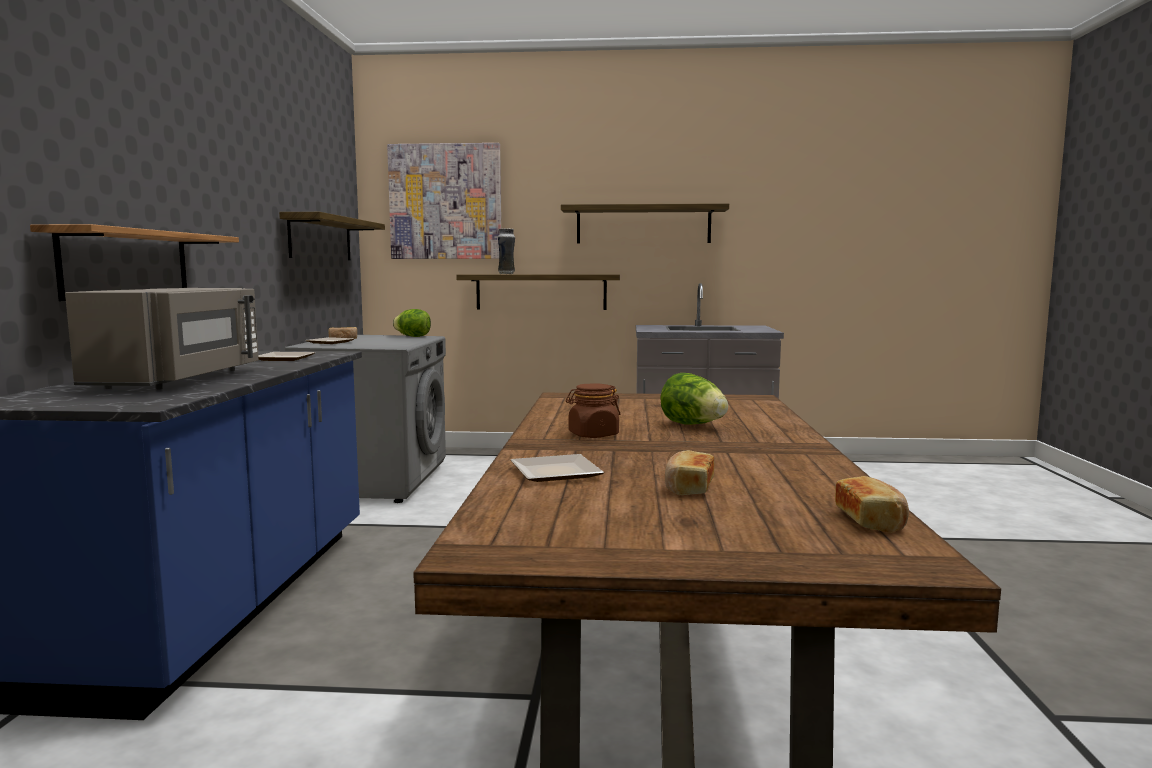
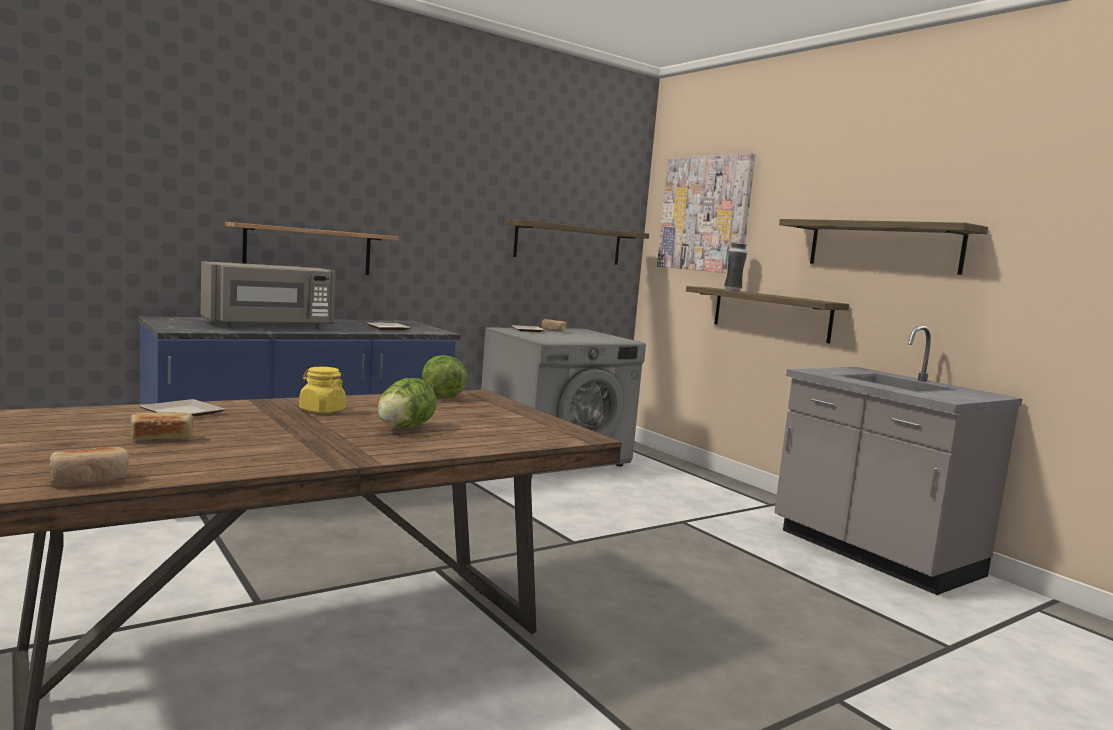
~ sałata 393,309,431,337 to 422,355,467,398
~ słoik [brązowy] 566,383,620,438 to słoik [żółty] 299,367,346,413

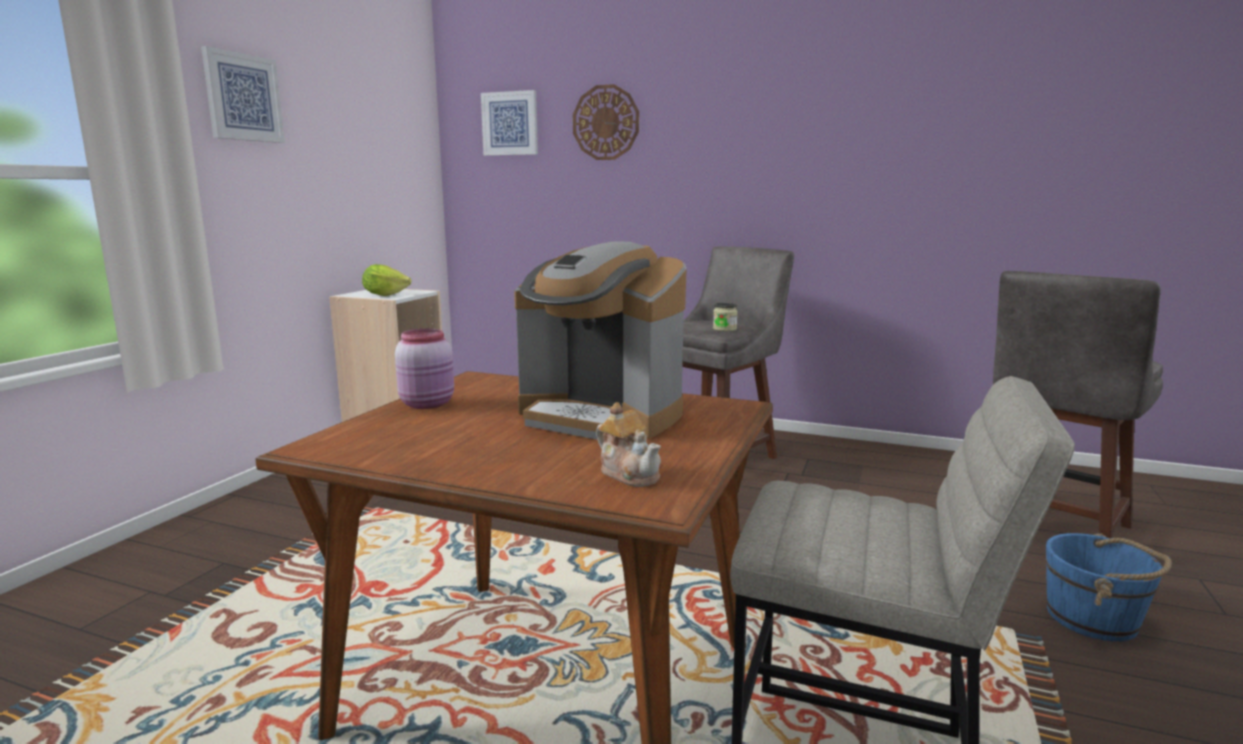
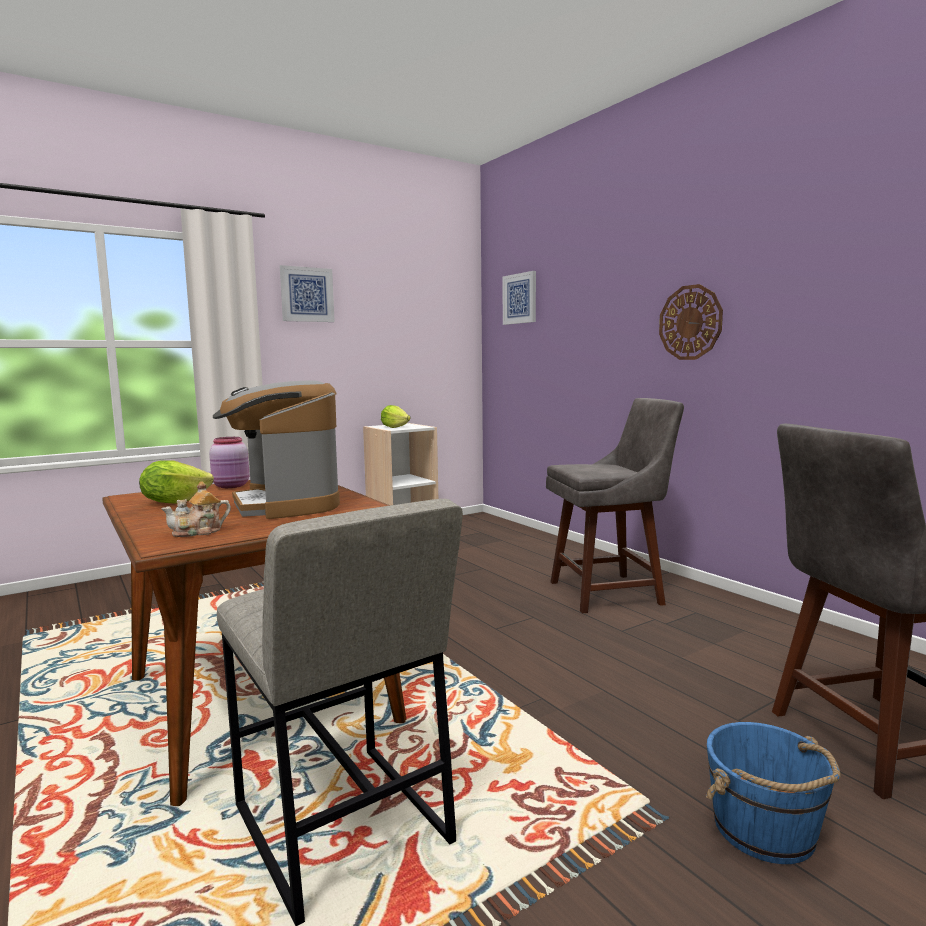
- słoik 713,303,738,331
+ sałata 139,460,214,504
~ zegar ścienny 573,84,639,160 to 659,284,723,360
~ imbryk 596,402,661,487 = 161,481,231,537 60 degrees clockwise

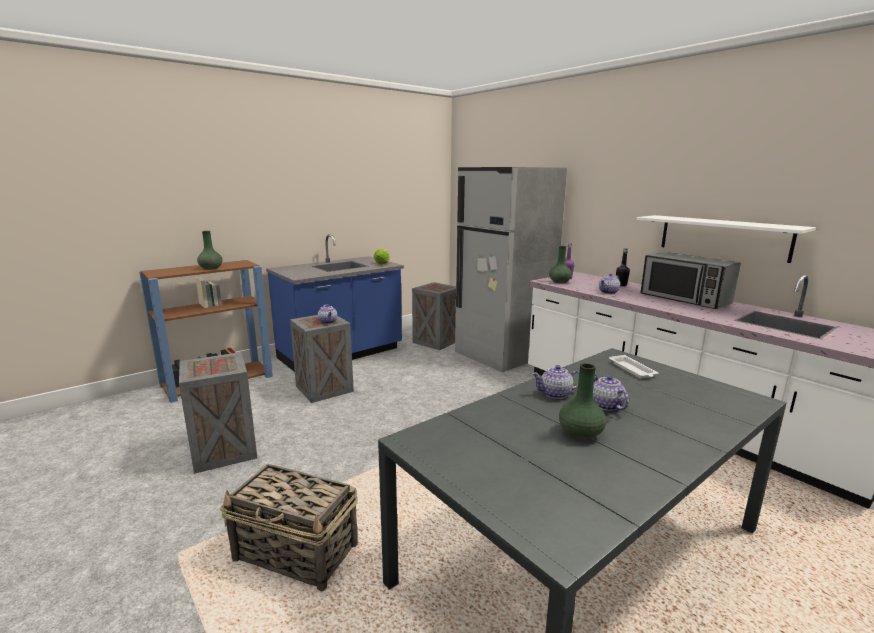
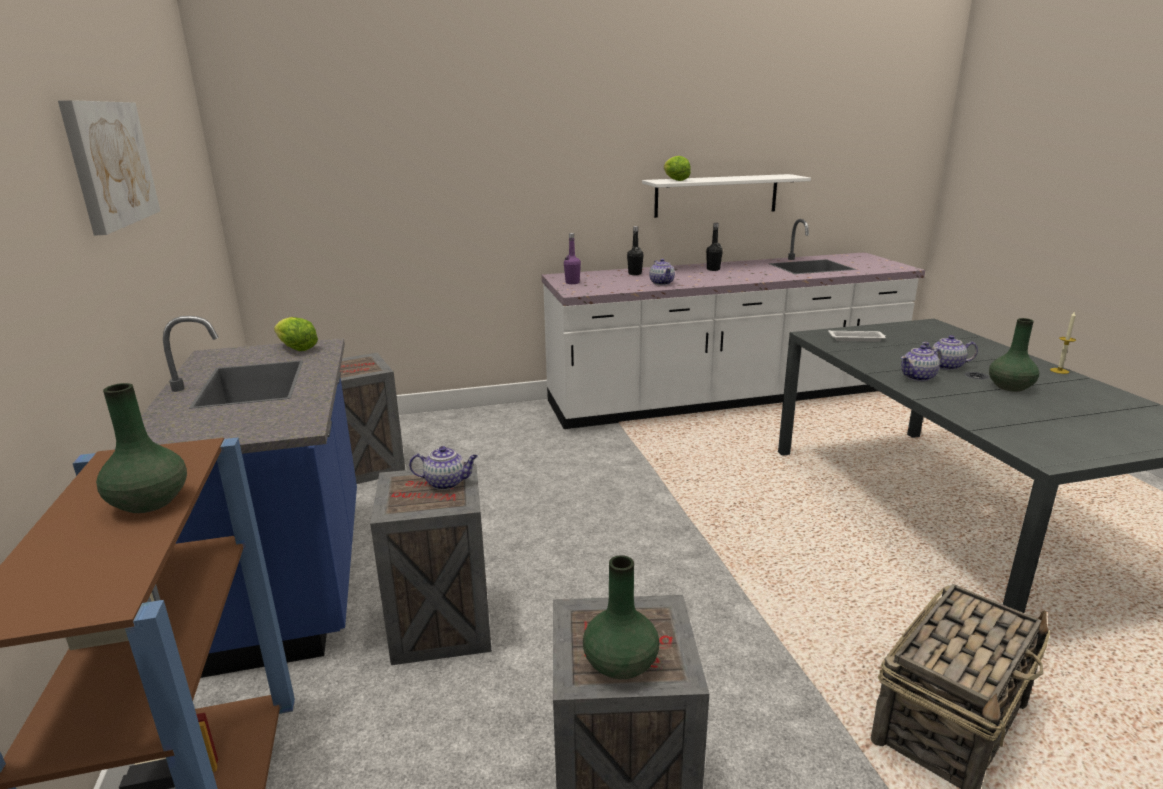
- lodówka [szary] 455,167,567,372
+ obraz 58,100,160,236
+ sałata 664,156,691,181
+ świeca 1050,311,1076,374
~ wazon [zielony] 549,246,572,283 to 583,555,659,679
~ mikrofalówka 640,252,741,309 to butelka [czarny] 706,223,723,271
~ imbryk 532,365,579,399 = 901,345,941,381 45 degrees clockwise

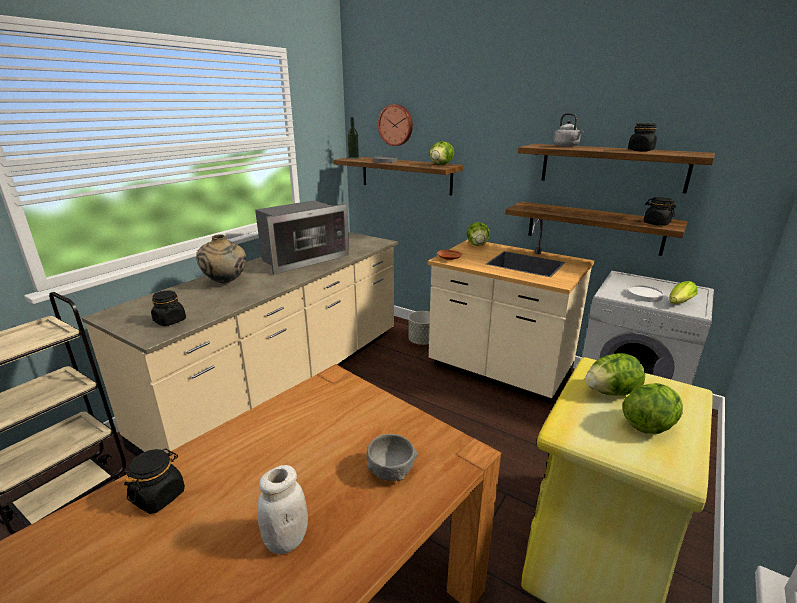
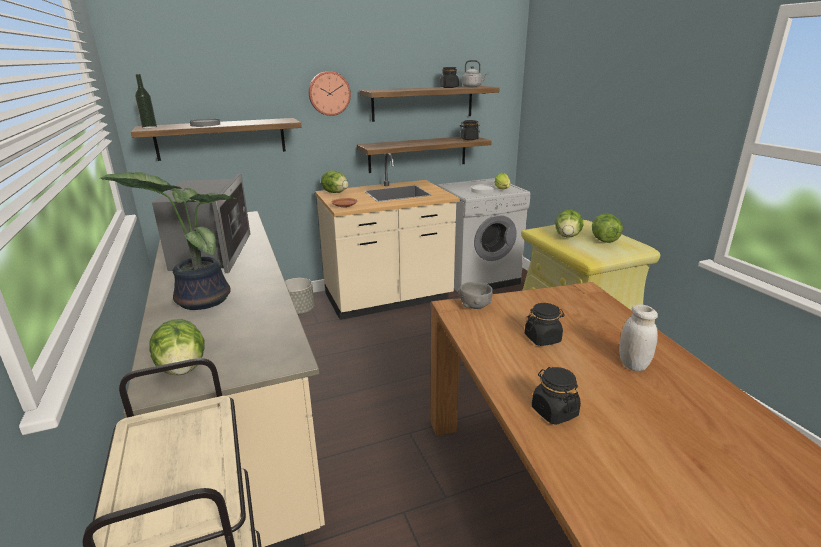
~ słoik [czarny] 151,291,186,326 to 525,303,564,346
~ miska [szary] 366,434,417,482 to 458,282,493,309
~ zegar ścienny 378,104,413,146 to 309,71,351,116
~ sałata 429,141,454,165 to 149,319,205,375
~ czajnik [szary] 554,113,584,147 to 462,60,489,87
~ wazon [beżowy] 196,235,246,284 to roślina doniczkowa 100,172,237,310

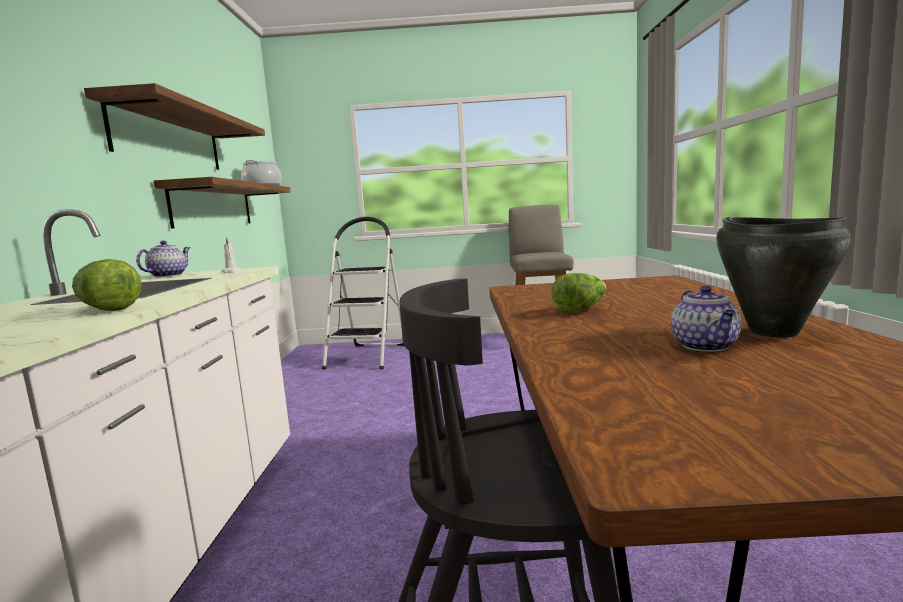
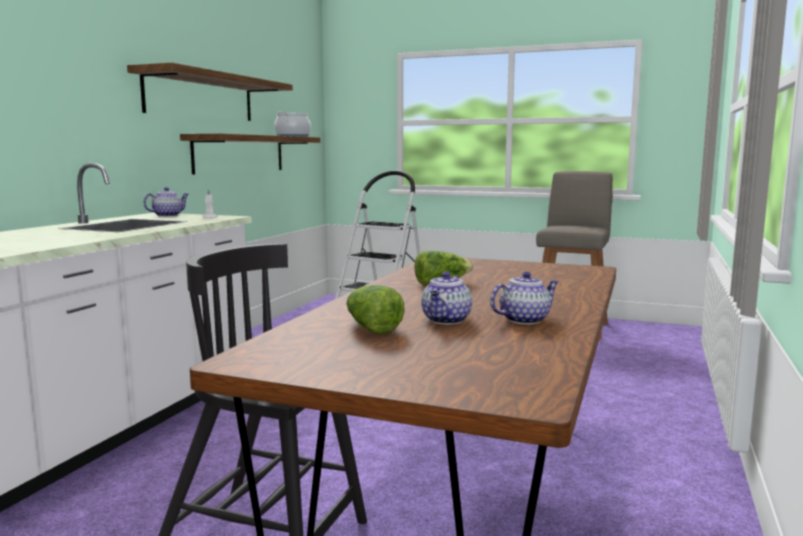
~ sałata 72,259,142,311 to 347,285,405,335
~ garnek [czarny] 716,217,851,338 to imbryk 490,272,559,325

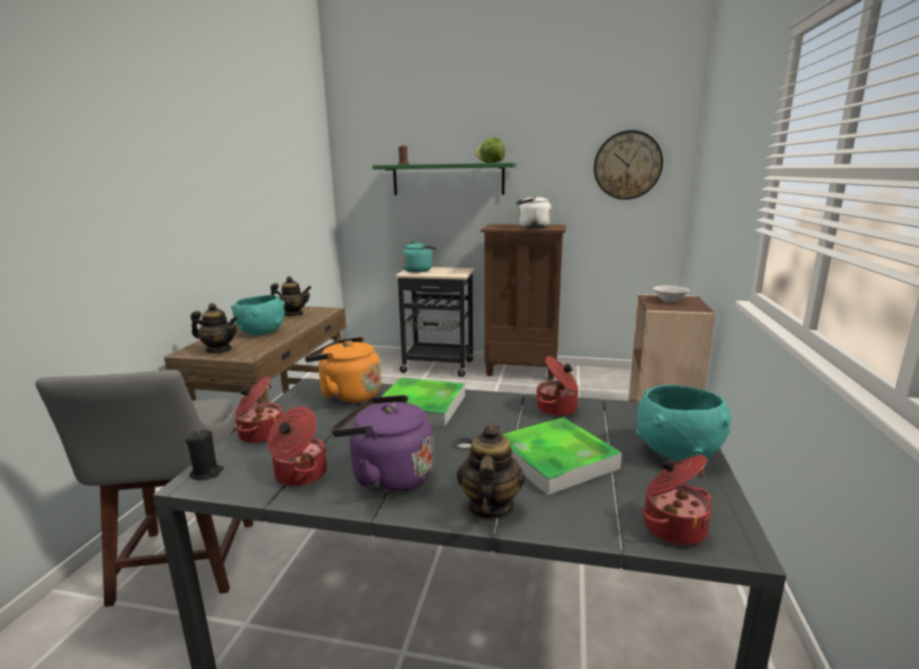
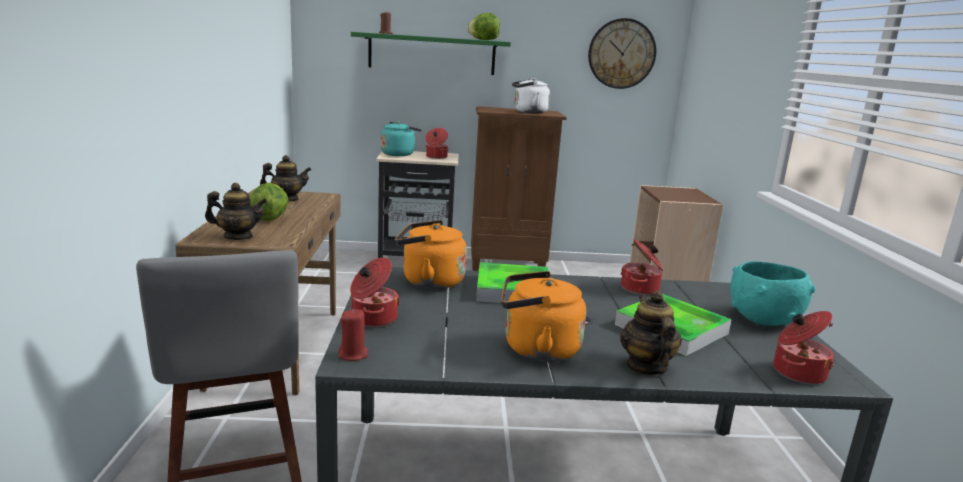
- miska [biały] 653,286,689,303
~ garnek 268,406,327,487 to 425,128,449,159
~ miska [turkusowy] 231,295,285,336 to sałata 250,183,289,221
~ świeca [czarny] 186,430,224,480 to świeca [czerwony] 338,309,368,361
~ czajnik [fioletowy] 331,395,434,494 to czajnik [pomarańczowy] 501,271,586,362

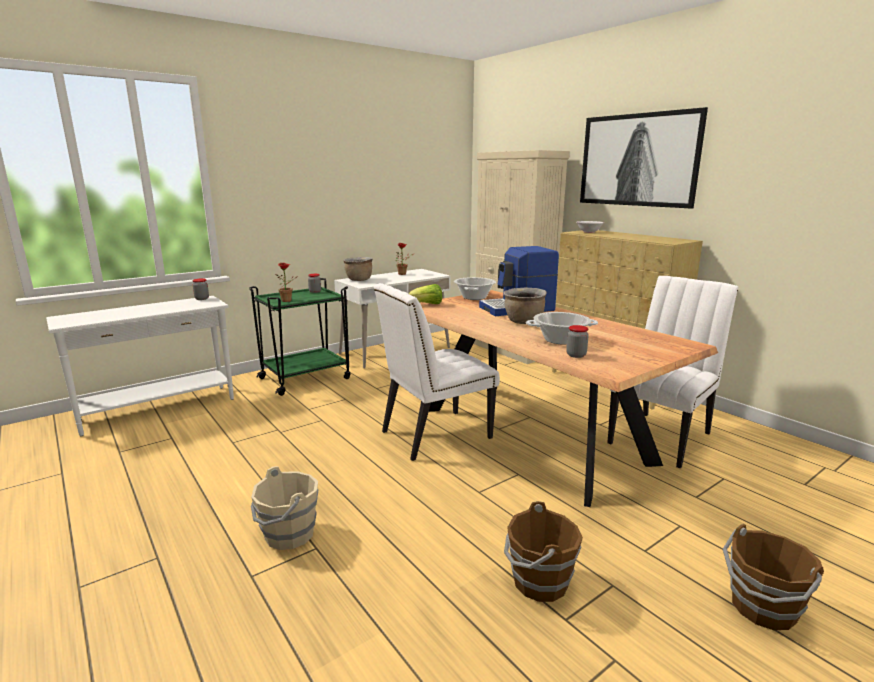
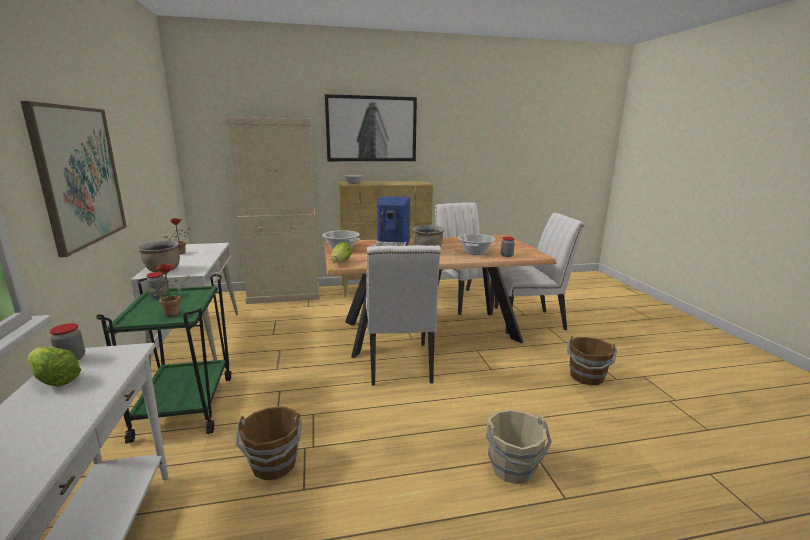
+ obraz 20,101,127,257
+ sałata 27,347,81,387
+ krzesło [biały] 489,212,585,334
~ wiadro [brązowy] 723,524,824,630 to 236,406,302,480

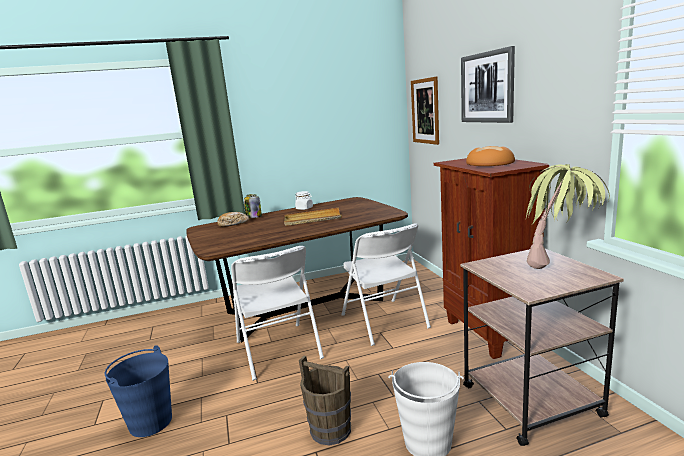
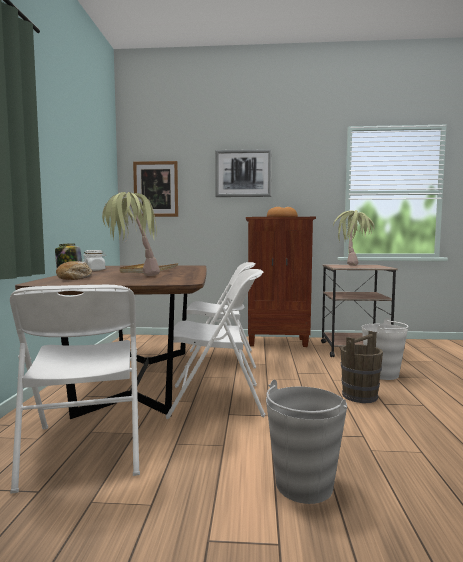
+ krzesło [biały] 10,285,140,494
+ roślina doniczkowa 102,192,160,276
~ wiadro [niebieski] 105,345,172,437 to wiadro [szary] 266,380,347,504

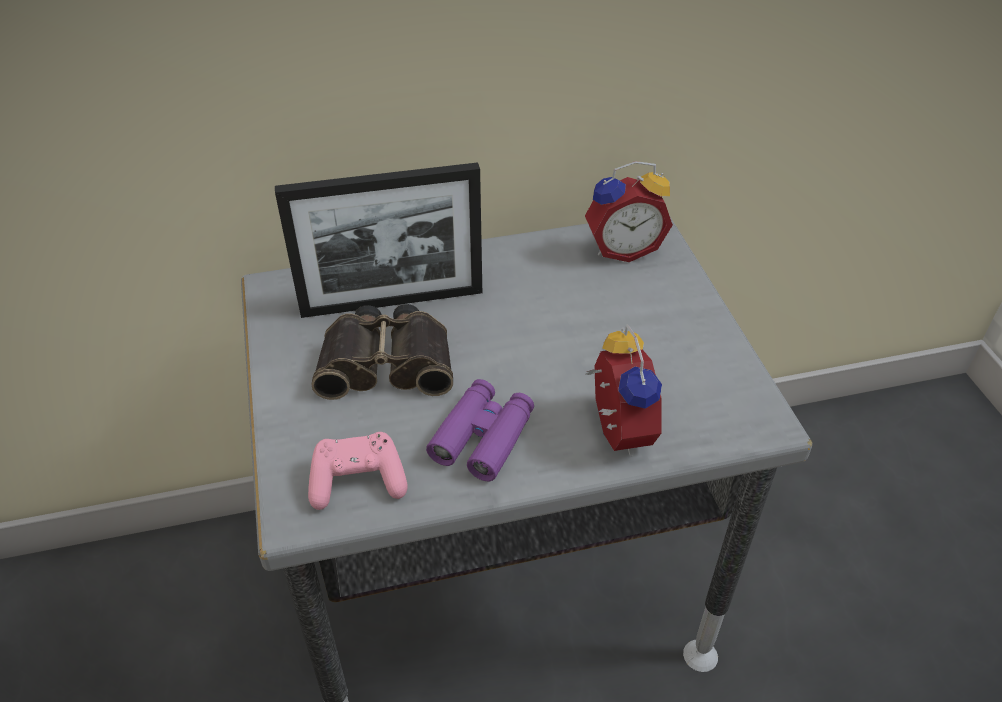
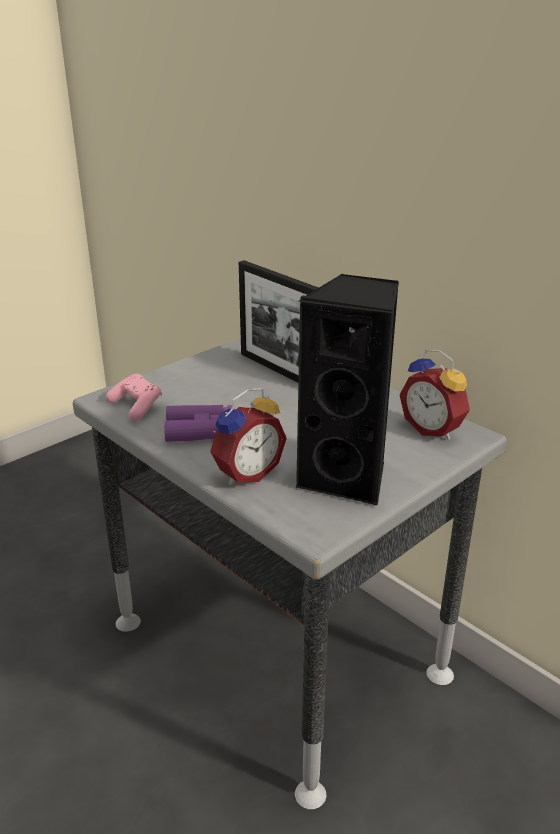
- lornetka 311,304,453,400
+ głośnik [czarny] 296,274,399,507

